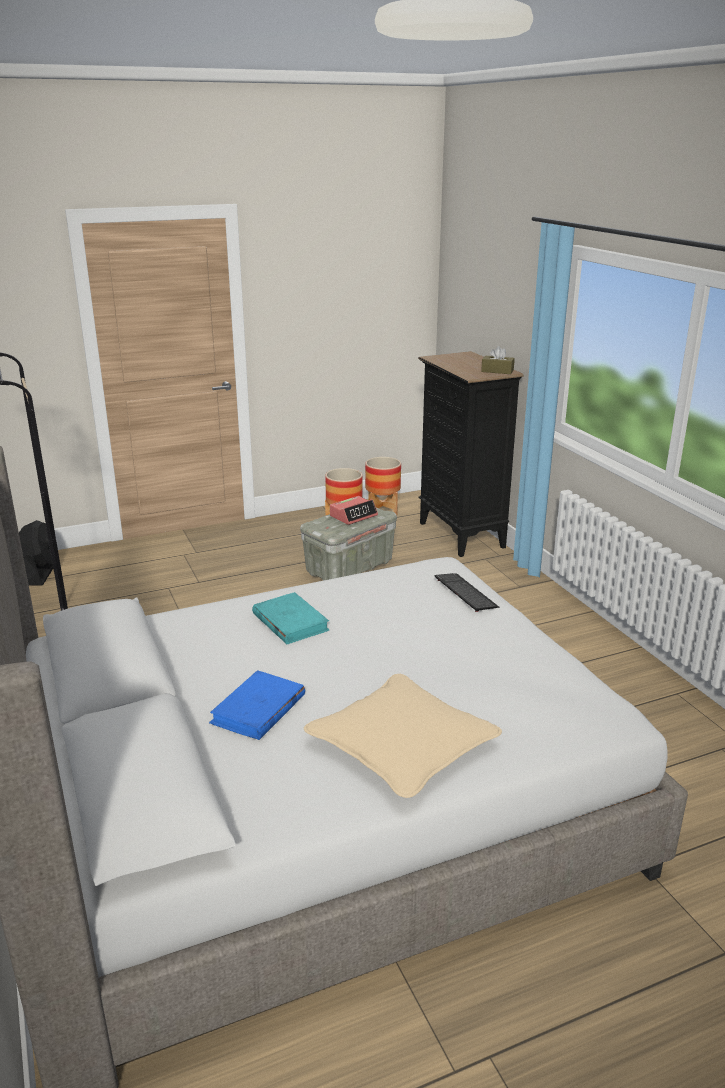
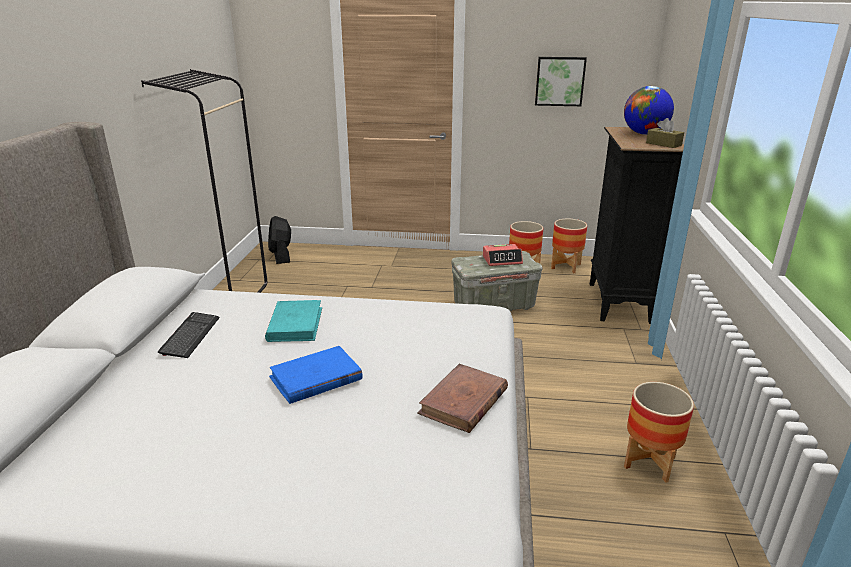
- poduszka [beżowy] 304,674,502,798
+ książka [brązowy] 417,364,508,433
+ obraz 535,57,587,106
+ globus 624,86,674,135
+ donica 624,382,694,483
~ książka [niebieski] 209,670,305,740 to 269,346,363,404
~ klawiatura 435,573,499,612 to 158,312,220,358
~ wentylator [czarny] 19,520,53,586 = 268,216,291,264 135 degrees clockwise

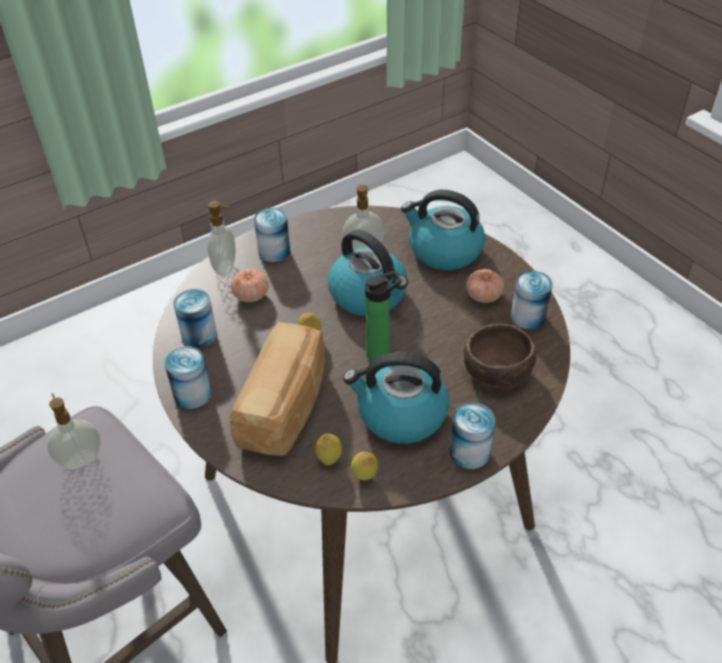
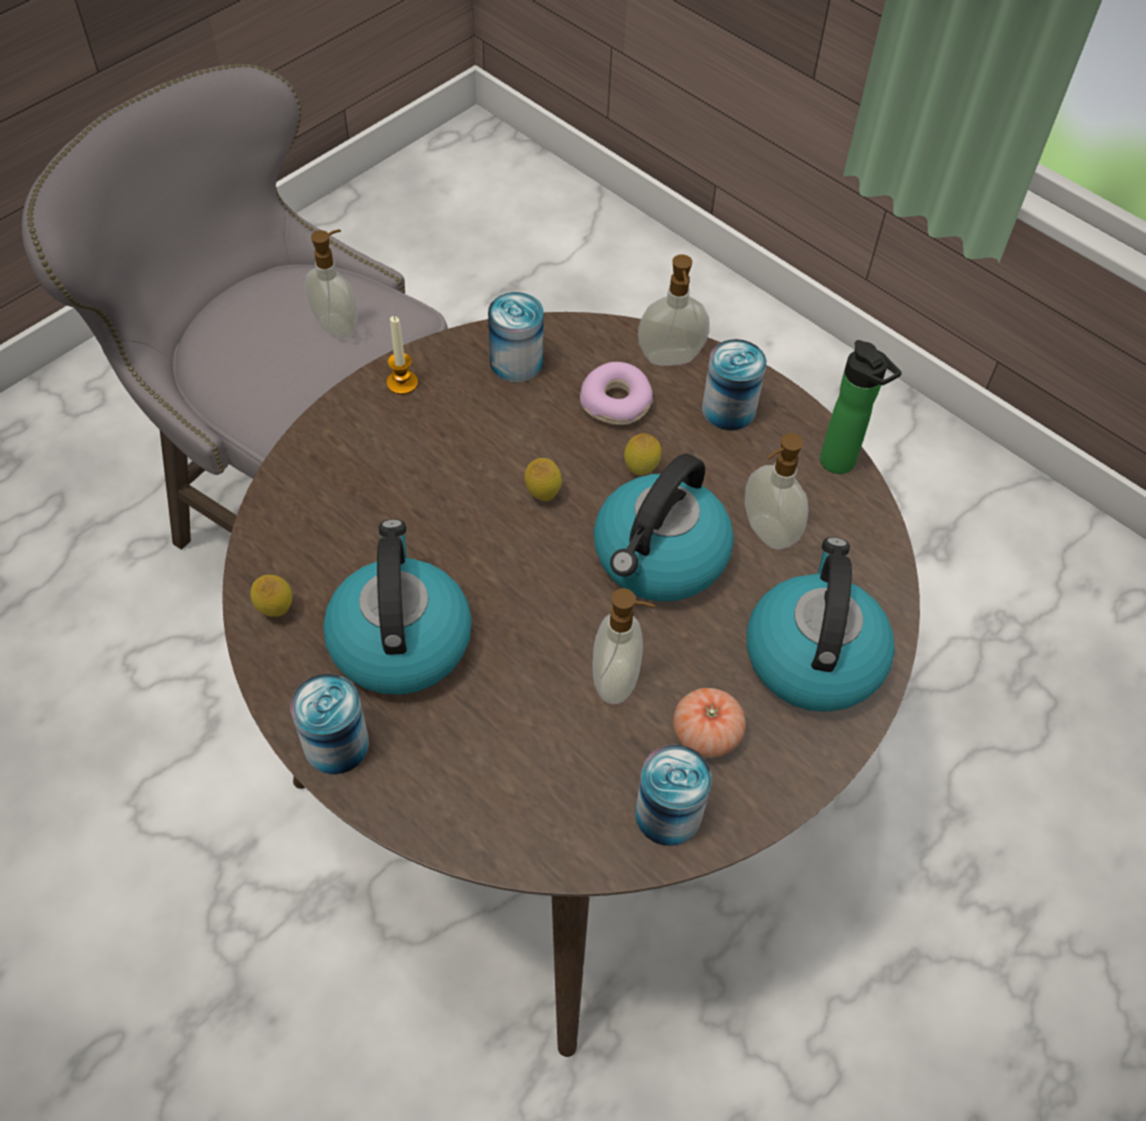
- chleb 230,322,325,456
- miska [brązowy] 464,324,536,390
+ dozownik mydła 592,588,655,704
~ cytryna 315,434,342,466 to 624,433,662,475
~ butelka 365,271,401,361 to 820,340,902,474
~ puszka 165,346,212,409 to świeca 386,316,418,395
~ pomidor 231,269,269,302 to donut 580,362,653,425

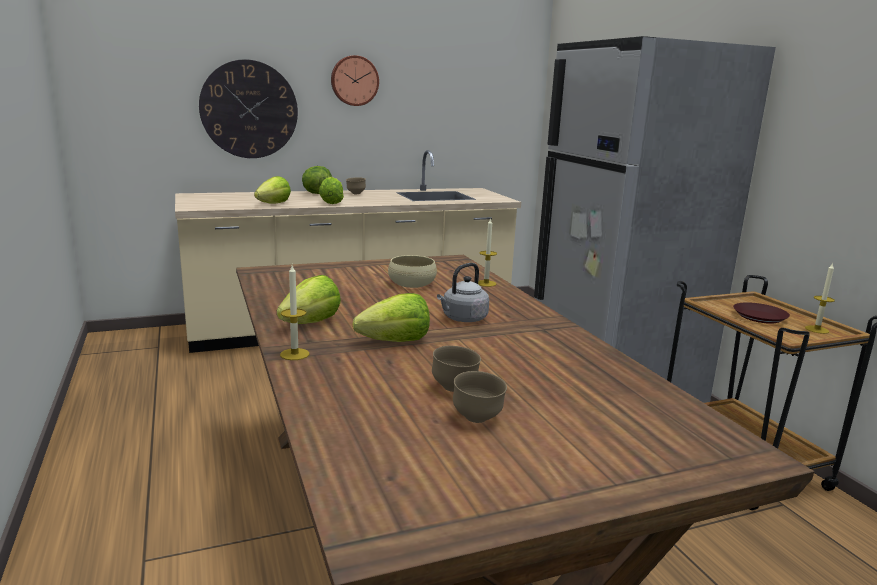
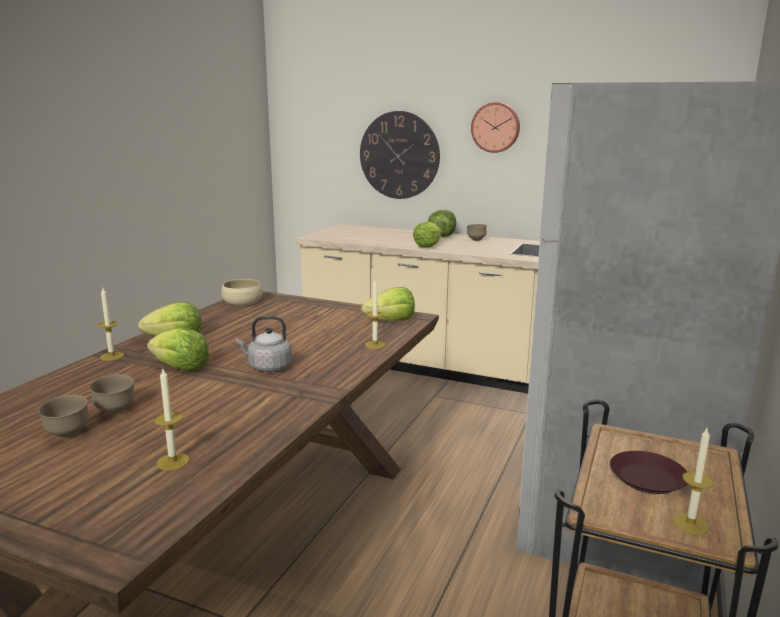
+ świeca 154,367,189,470
~ sałata 254,176,291,204 to 361,287,415,321
~ miska [beżowy] 388,255,437,288 to 221,279,263,306

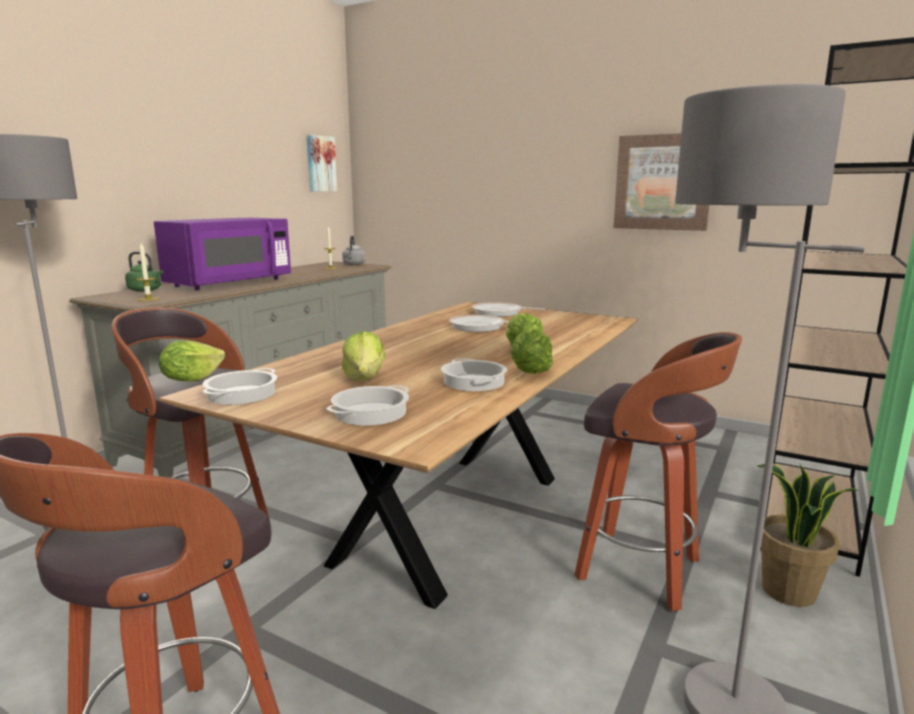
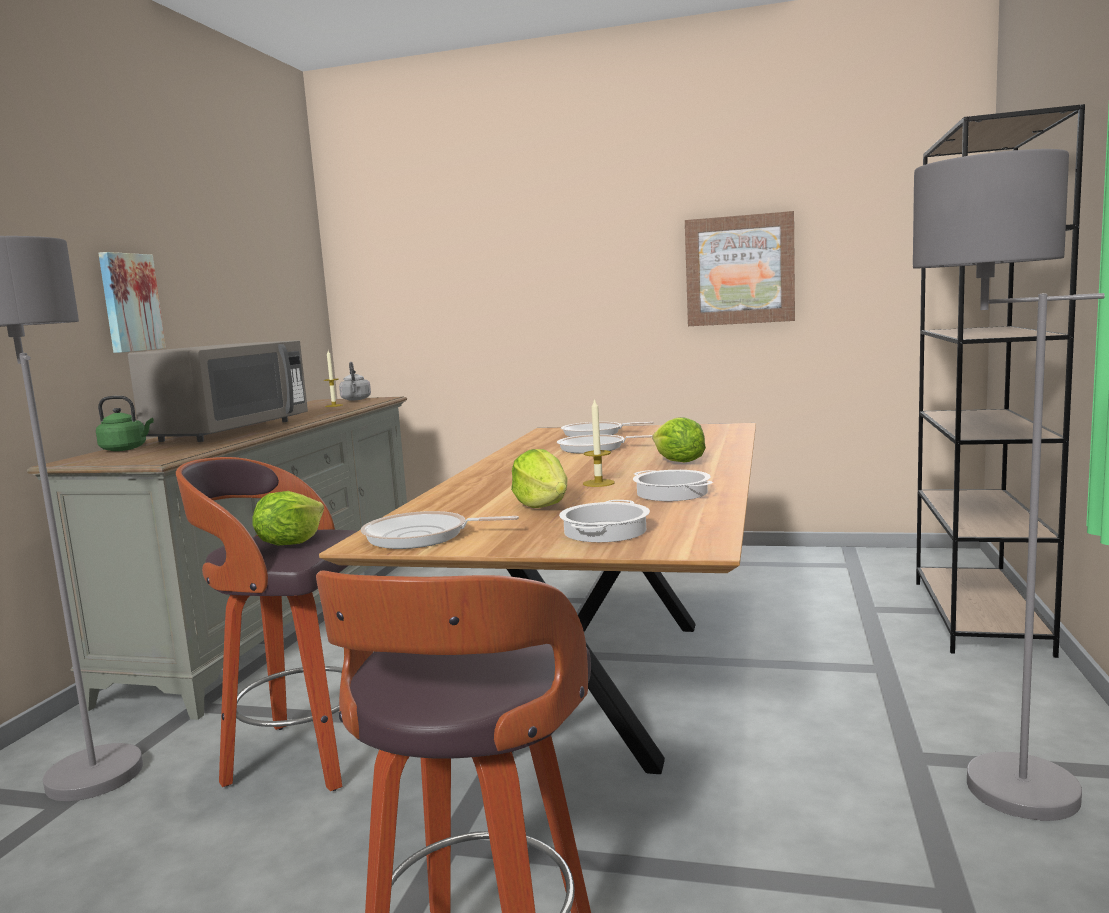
- sałata 511,329,553,374
- stołek 575,332,742,611
- roślina doniczkowa 757,464,858,607
~ świeca 136,243,160,301 to 583,398,615,487
~ obraz 306,134,337,192 to 98,252,166,353
~ garnek 202,368,277,405 to patelnia 361,511,519,549
~ mikrofalówka [fioletowy] 154,218,291,290 to mikrofalówka [szary] 128,340,308,442

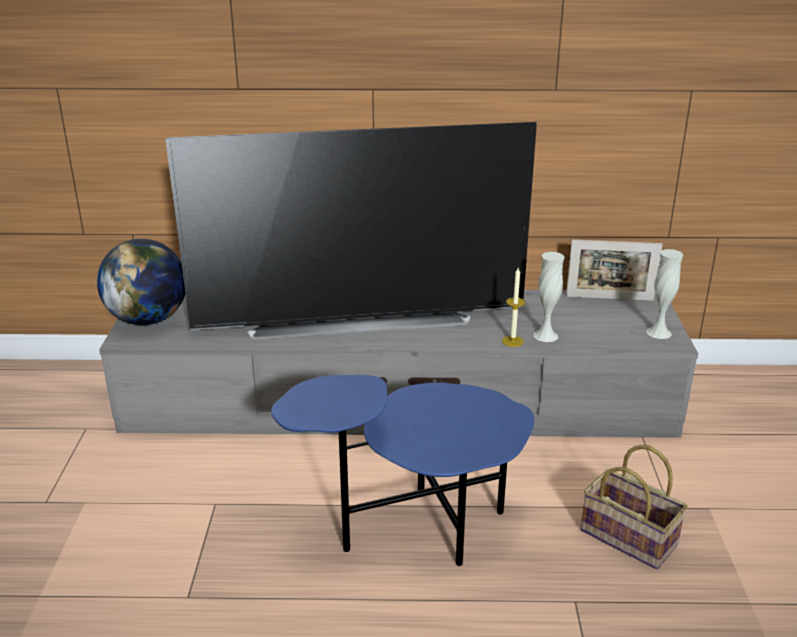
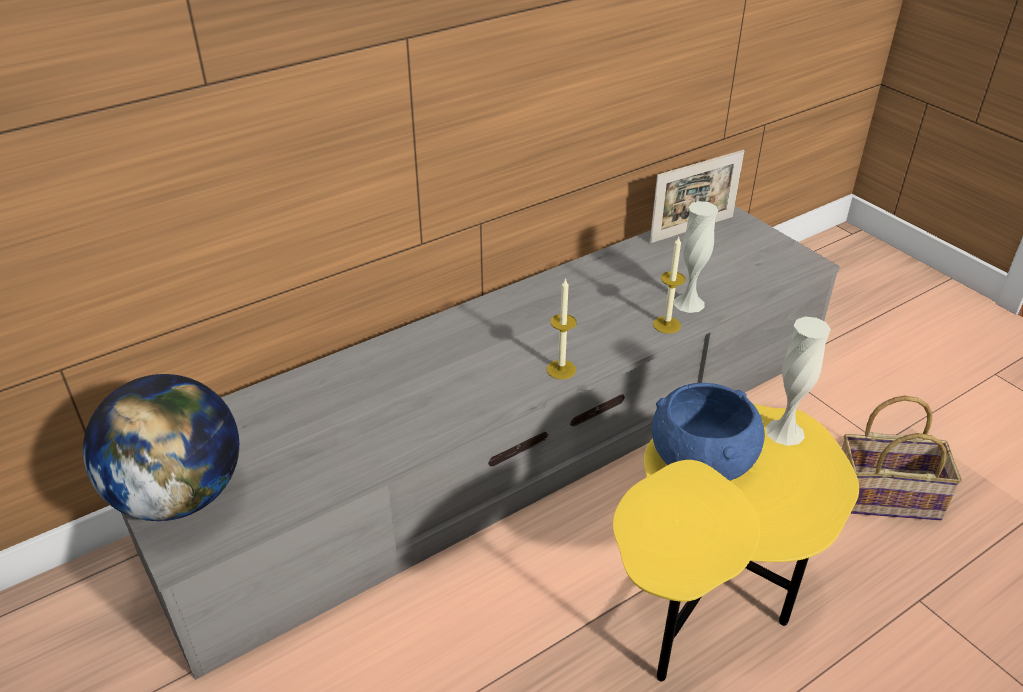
- telewizor 165,122,537,340
+ świeca 547,278,577,379
+ miska [niebieski] 652,383,765,481
~ wazon [biały] 646,249,684,339 to 766,317,831,446
~ stolik [niebieski] 271,375,534,566 to stolik [żółty] 613,404,859,682

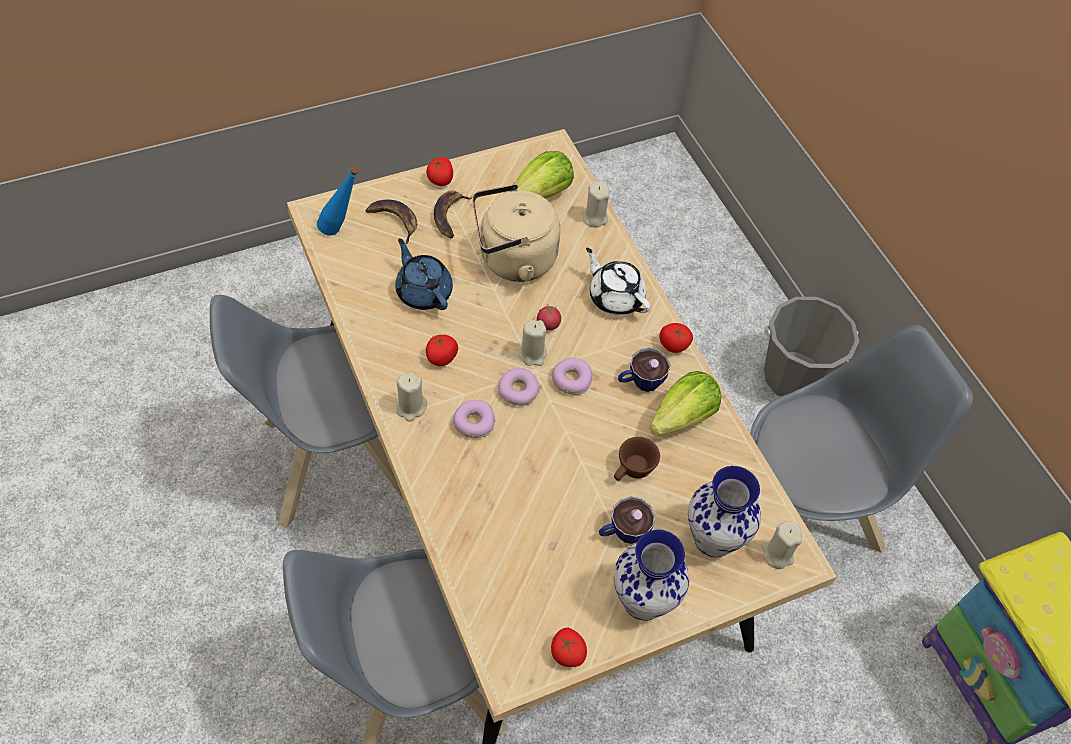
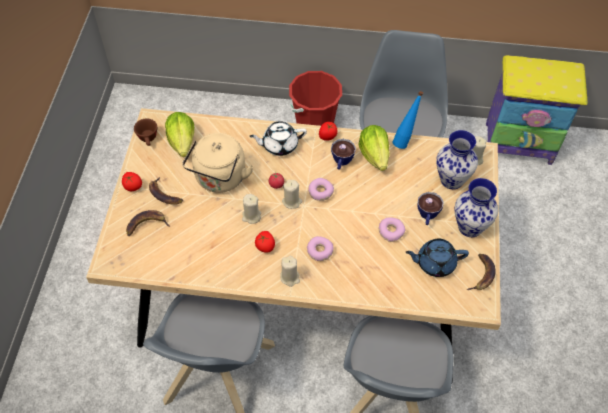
~ butelka [niebieski] 317,167,358,236 to 393,91,423,149
~ imbryk [niebieski] 395,238,453,310 to 406,239,469,277
~ donut 498,368,539,406 to 378,217,405,242
~ świeca [beżowy] 581,181,610,228 to 242,194,261,224
~ filiżanka [brązowy] 614,437,660,481 to 134,118,157,146
~ pomidor 551,628,587,667 to banan 467,254,496,290
~ wiadro [szary] 764,297,859,396 to wiadro [czerwony] 289,71,342,126

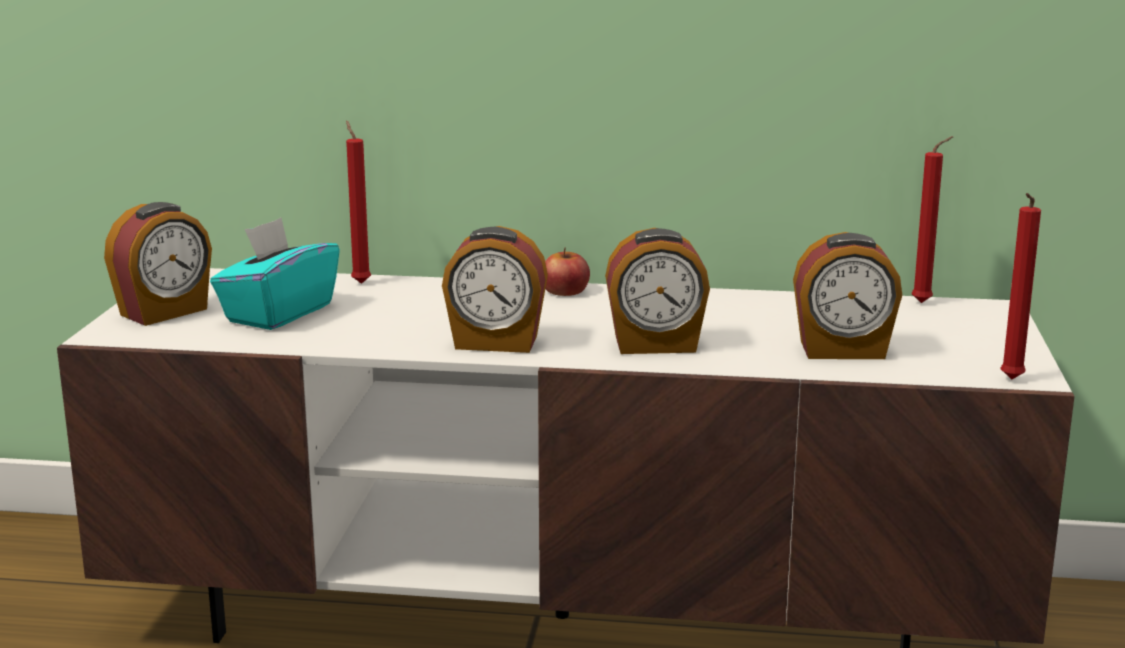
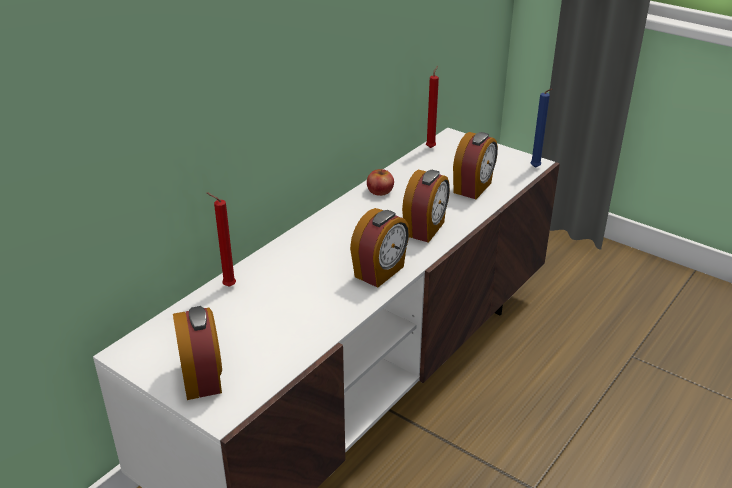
- pudełko chusteczek [turkusowy] 210,218,340,330
~ jabłko 545,248,590,296 to 367,169,394,196
~ świeca [czerwony] 1000,193,1041,379 to świeca [niebieski] 531,89,552,168

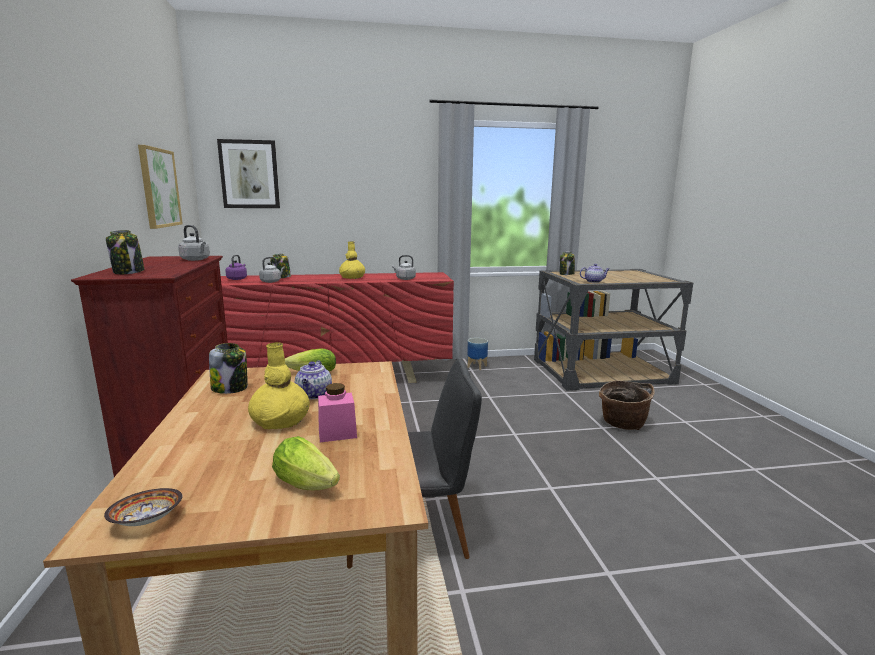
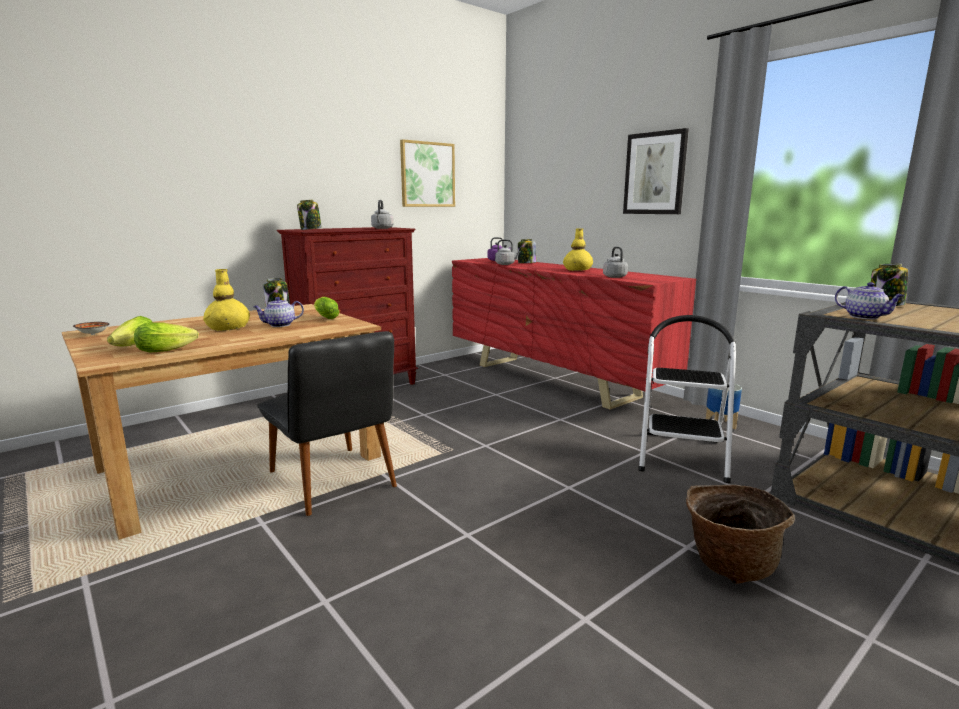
- słoik [różowy] 318,383,357,442
+ sałata 134,322,199,352
+ drabinka 638,315,736,483
~ obraz 217,139,280,208 to 623,128,689,214

